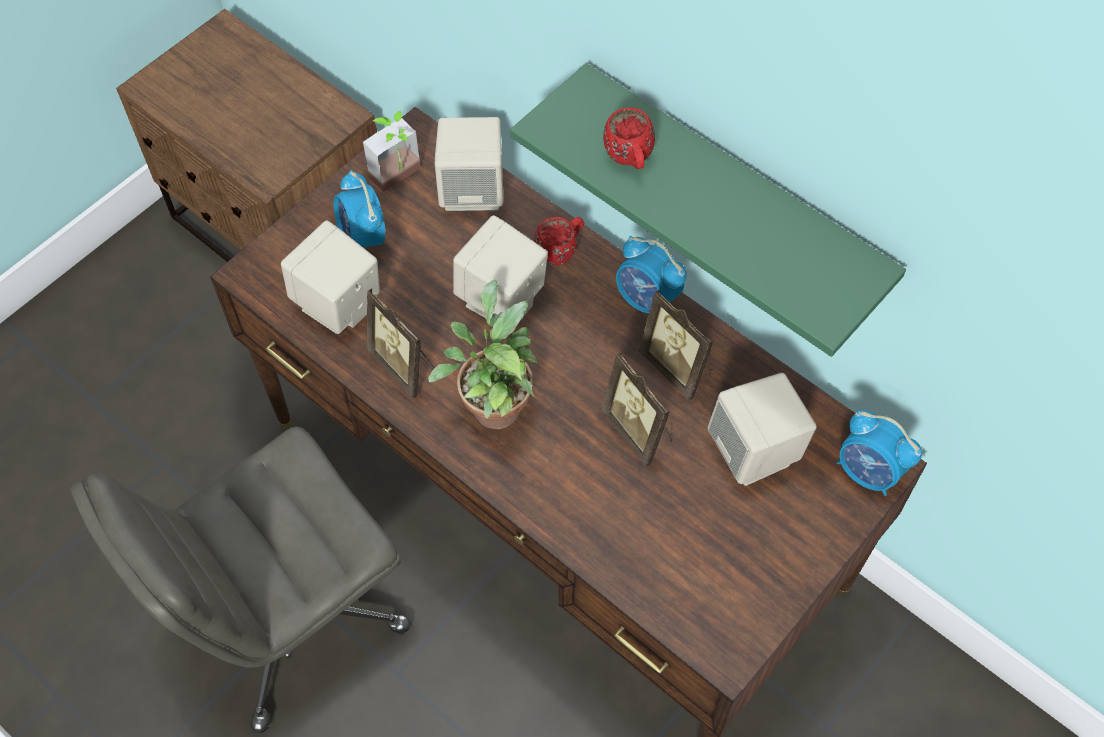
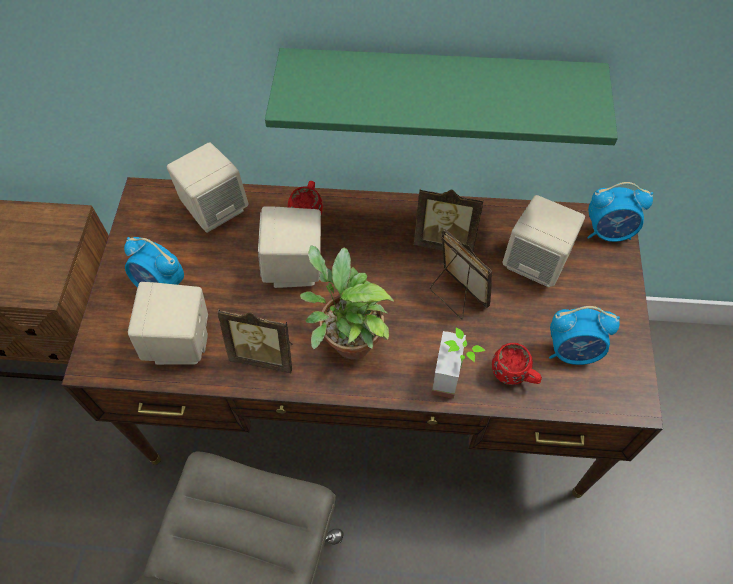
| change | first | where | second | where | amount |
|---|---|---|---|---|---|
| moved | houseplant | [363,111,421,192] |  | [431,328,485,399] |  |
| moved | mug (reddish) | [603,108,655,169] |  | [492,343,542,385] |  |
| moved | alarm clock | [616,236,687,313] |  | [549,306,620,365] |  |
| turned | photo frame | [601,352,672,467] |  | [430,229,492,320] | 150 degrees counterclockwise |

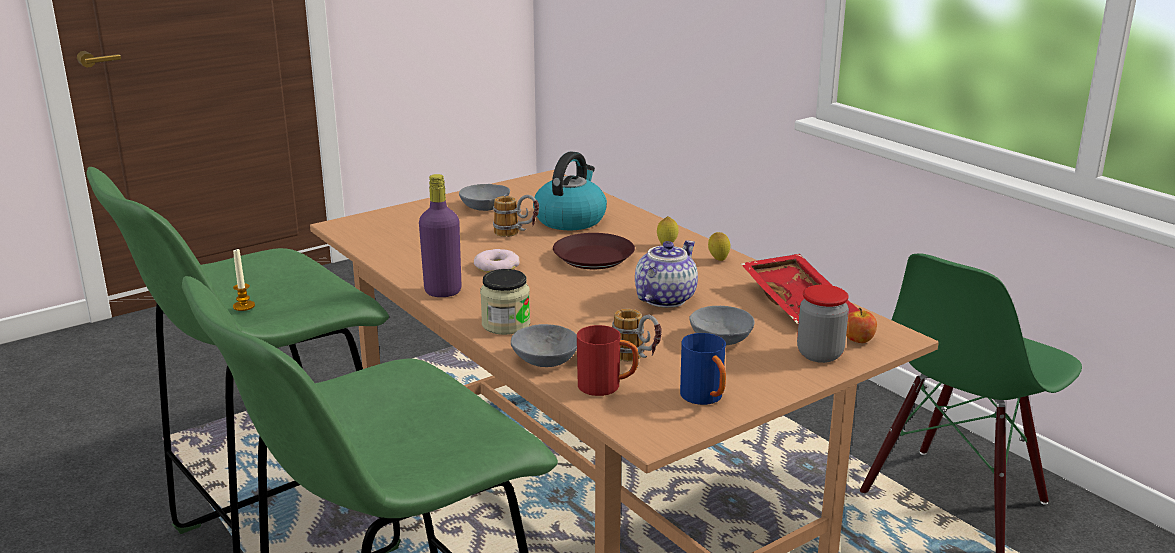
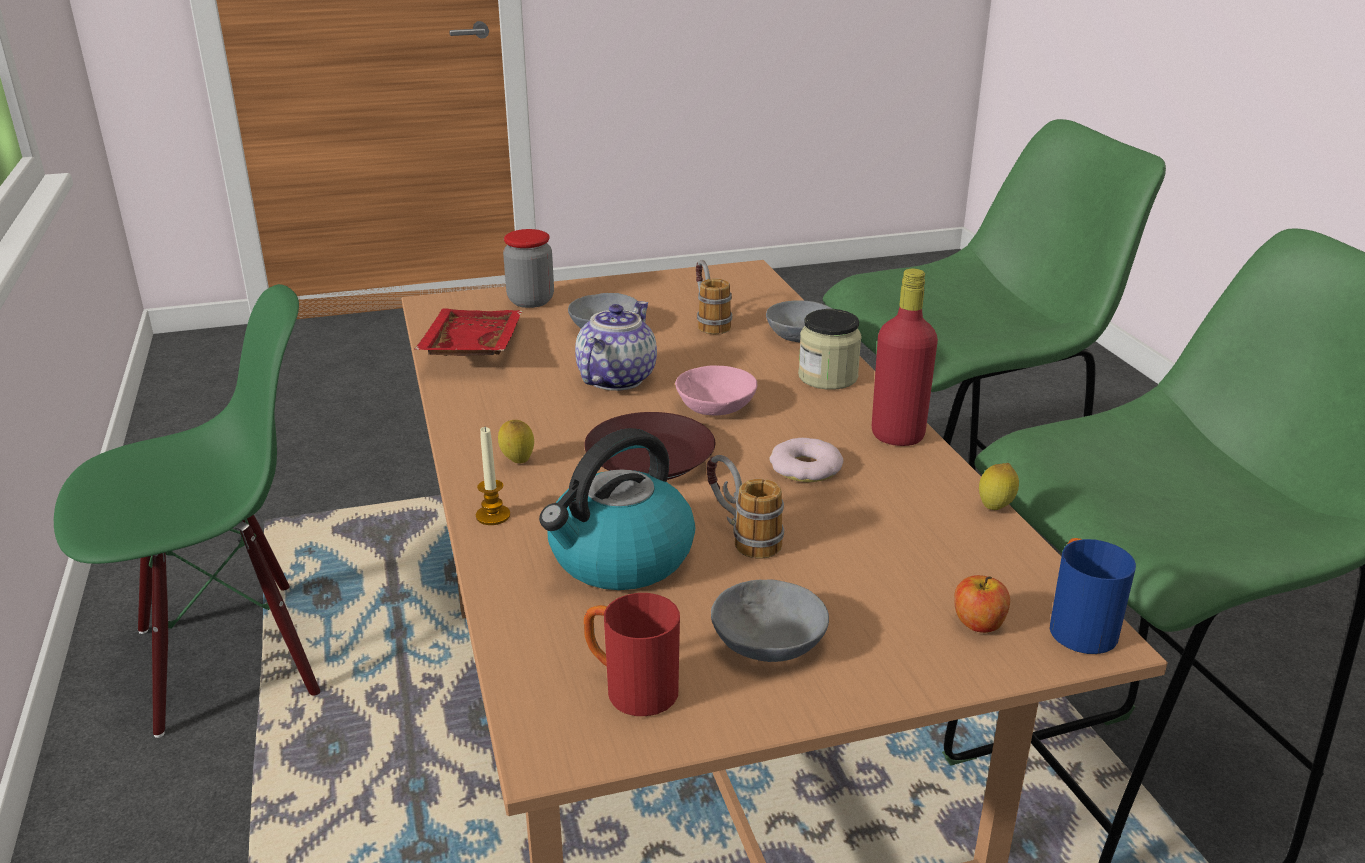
| change | first | where | second | where | amount |
|---|---|---|---|---|---|
| added |  |  | deep dish (pink-coloured) | [675,365,757,416] |  |
| moved | candle | [233,249,255,311] |  | [476,427,510,525] |  |
| moved | mug (reddish) | [577,325,639,396] |  | [584,593,680,716] |  |
| moved | mug (bluish) | [680,333,726,405] |  | [1050,538,1136,654] |  |
| moved | lemon | [708,232,730,261] |  | [979,463,1019,510] |  |
| moved | apple | [846,307,877,343] |  | [954,575,1010,633] |  |
| recoloured | bottle (purple-coloured) | [419,174,461,297] | bottle (reddish) | [872,269,938,446] |  |
| turned | teapot | [635,241,698,308] |  | [575,301,657,391] | 150 degrees clockwise |

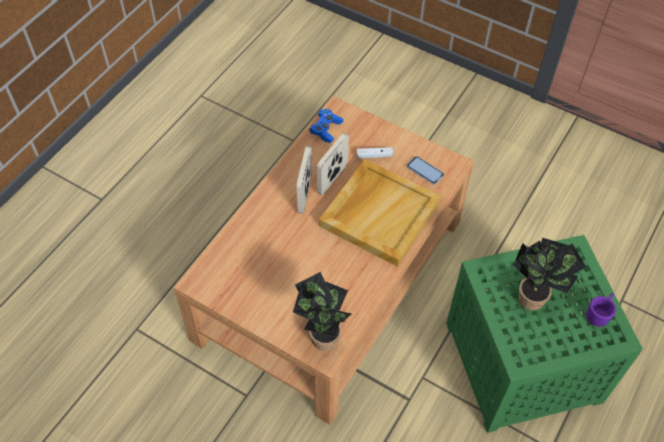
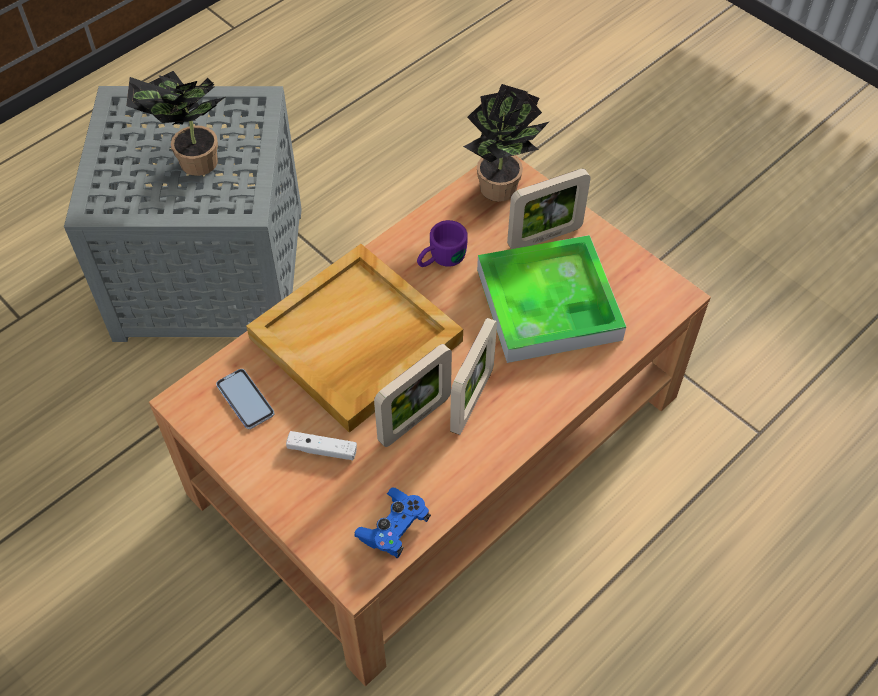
| change | first | where | second | where | amount |
|---|---|---|---|---|---|
| added |  |  | serving tray | [477,235,626,363] |  |
| added |  |  | photo frame | [507,169,591,249] |  |
| moved | mug (purple-coloured) | [586,293,616,327] |  | [417,220,468,267] |  |
| recoloured | accent table (green-coloured) | [446,235,643,433] | accent table (gray) | [64,86,302,342] |  |

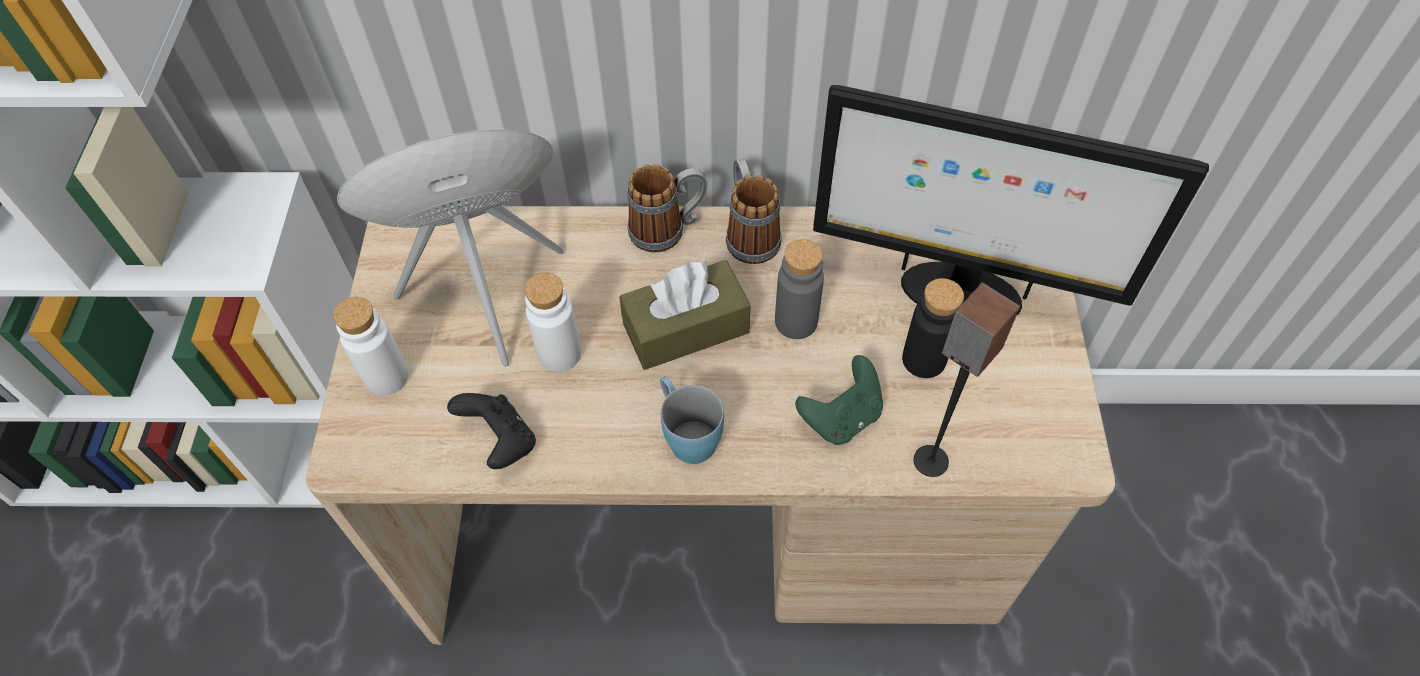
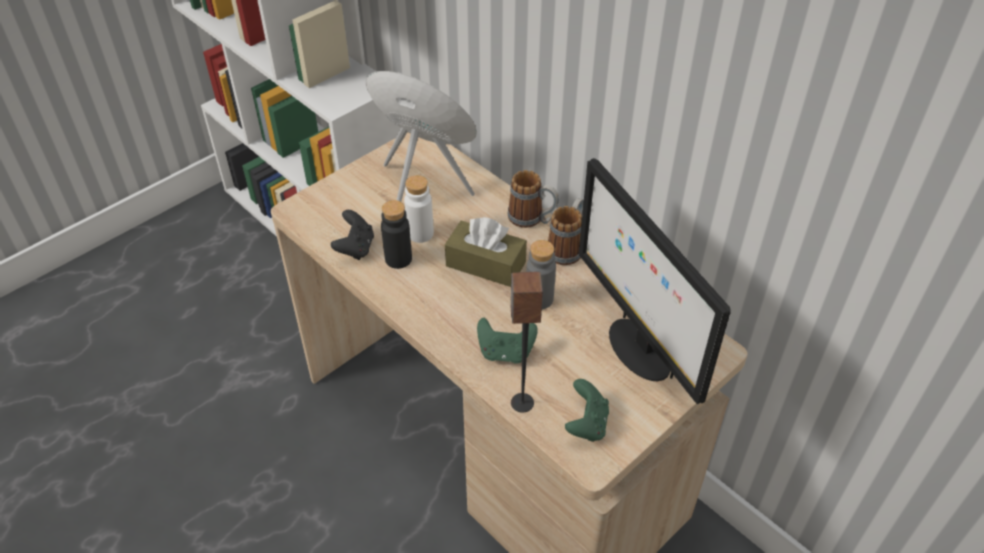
| change | first | where | second | where | amount |
|---|---|---|---|---|---|
| removed | bottle (white) | [333,297,409,396] |  |  |  |
| removed | mug (bluish) | [660,376,724,464] |  |  |  |
| added |  |  | gamepad (green-coloured) | [565,379,609,442] |  |
| moved | bottle (black-coloured) | [902,278,964,378] |  | [381,200,412,269] |  |

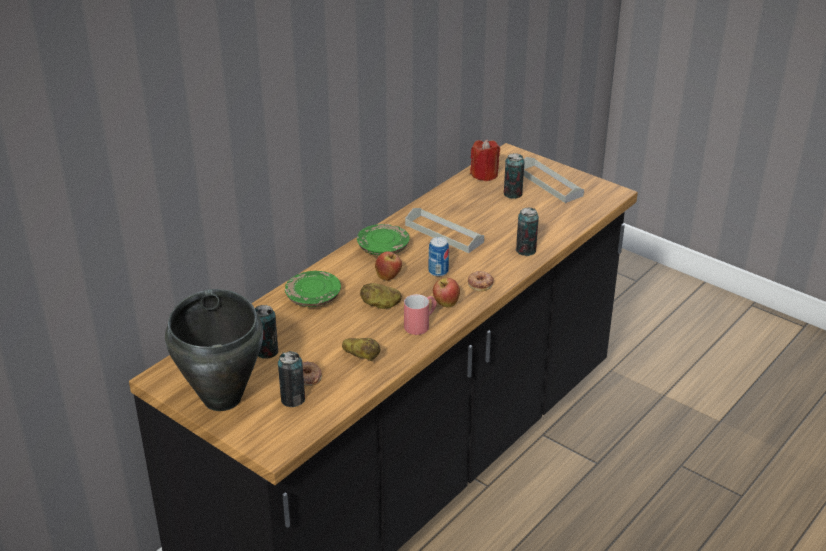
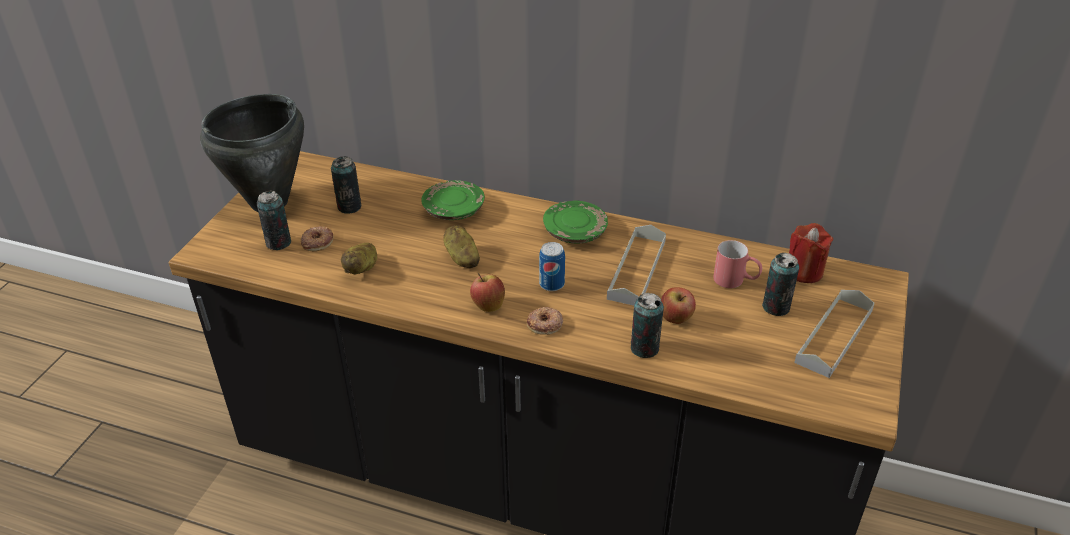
| change | first | where | second | where | amount |
|---|---|---|---|---|---|
| moved | apple | [375,251,402,281] |  | [661,287,696,324] |  |
| moved | mug (reddish) | [404,294,437,335] |  | [713,240,762,288] |  |

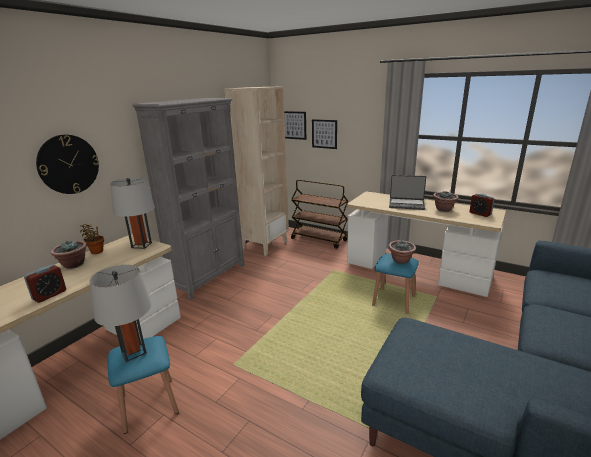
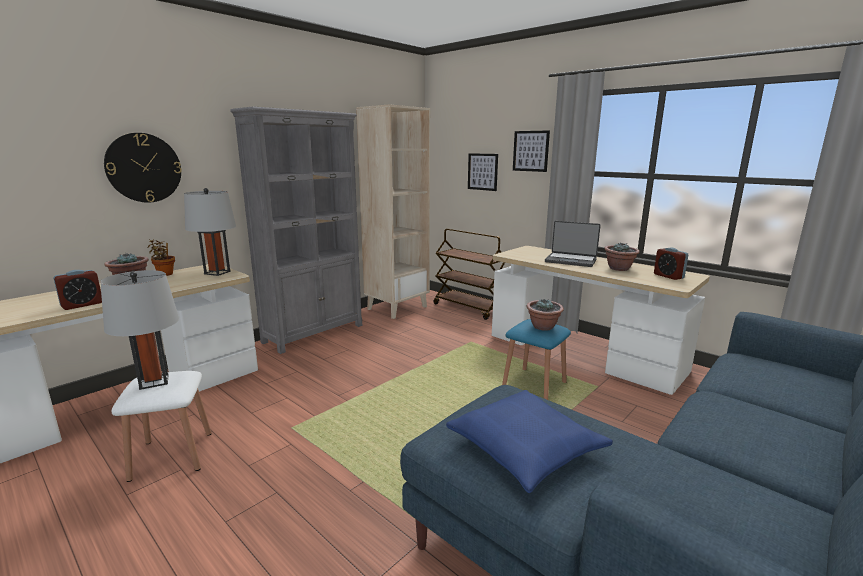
| change | first | where | second | where | amount |
|---|---|---|---|---|---|
| added |  |  | cushion (bluish) | [446,390,613,493] |  |
| moved | wall picture | [284,111,306,140] |  | [513,130,550,172] |  |
| recoloured | stool (bluish) | [108,336,179,434] | stool (white) | [111,371,211,482] |  |

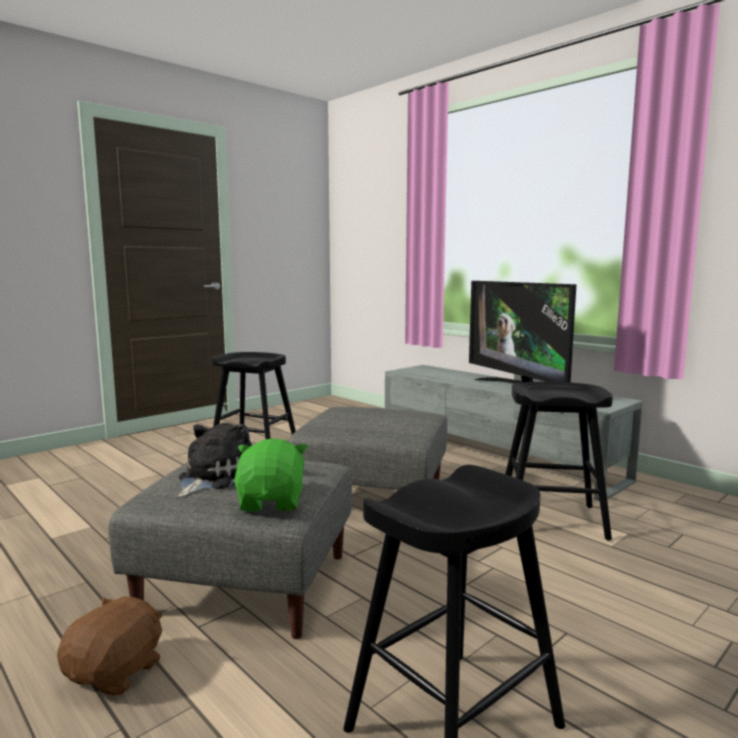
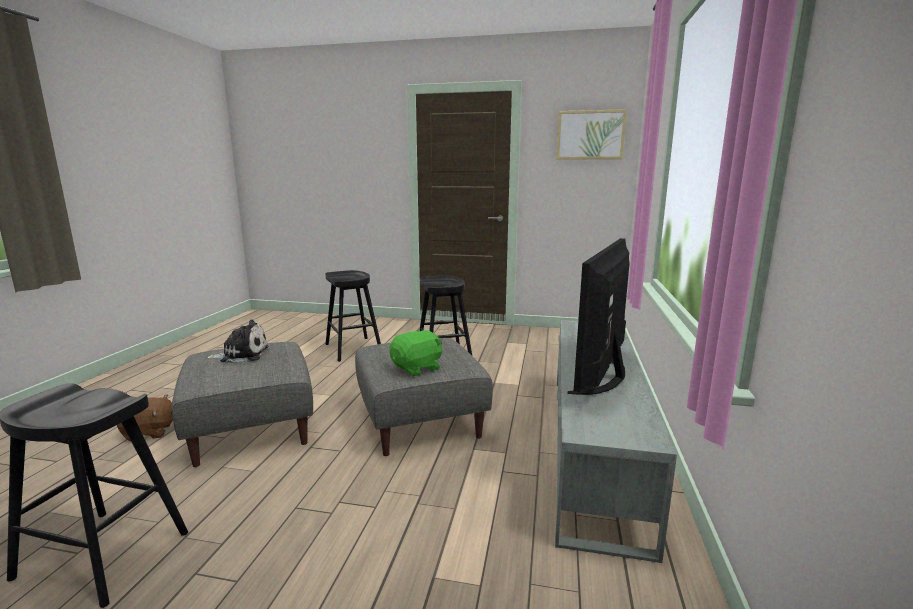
| change | first | where | second | where | amount |
|---|---|---|---|---|---|
| added |  |  | wall picture | [556,109,627,160] |  |
| moved | soft toy (green-coloured) | [234,438,308,512] |  | [389,330,442,376] |  |
| moved | stool (black-coloured) | [505,381,613,541] |  | [325,270,381,362] |  |

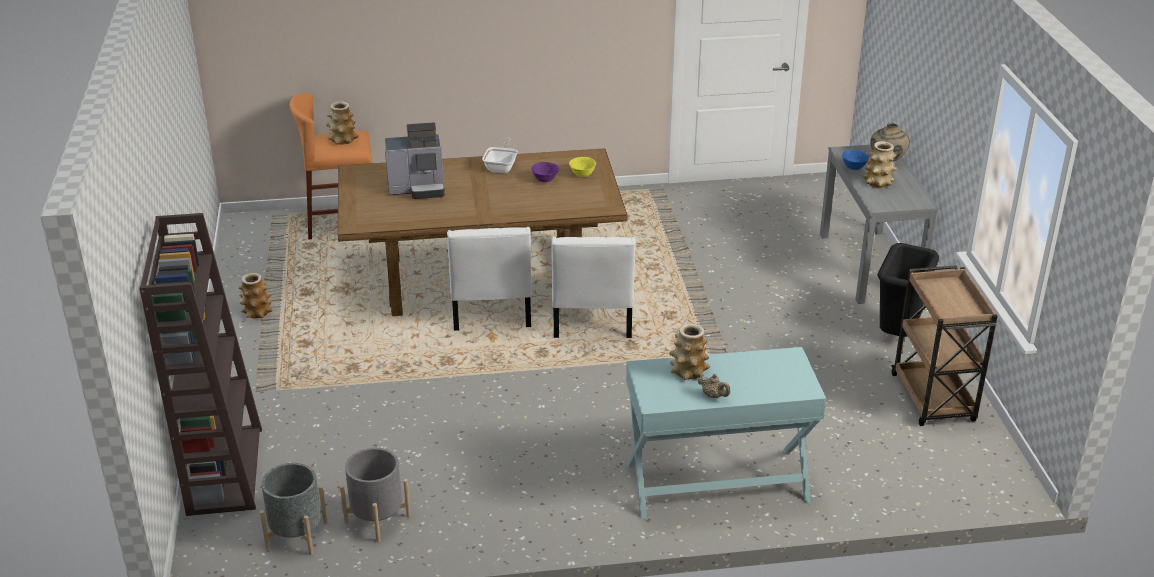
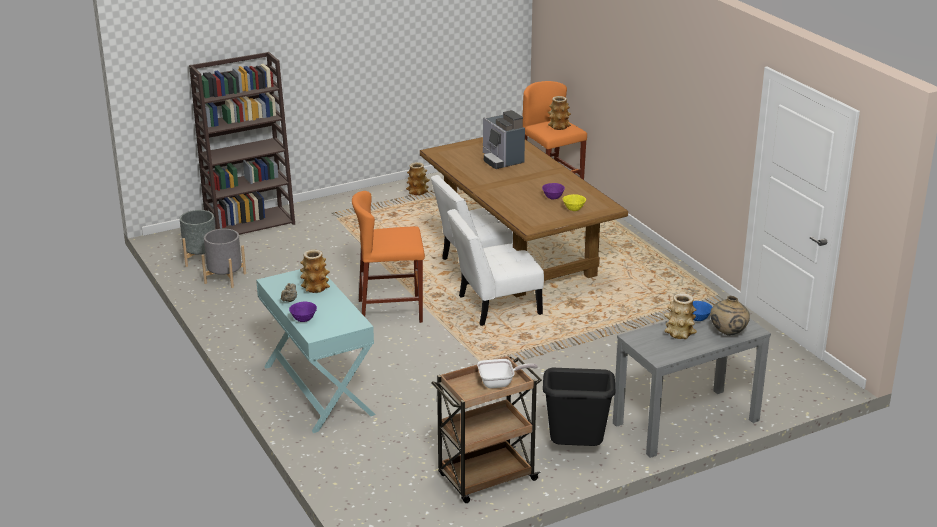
| change | first | where | second | where | amount |
|---|---|---|---|---|---|
| added |  |  | deep dish (purple-coloured) | [289,302,317,322] |  |
| added |  |  | stool (orangey) | [352,191,425,323] |  |
| moved | frying pan | [482,138,518,173] |  | [477,359,538,388] |  |

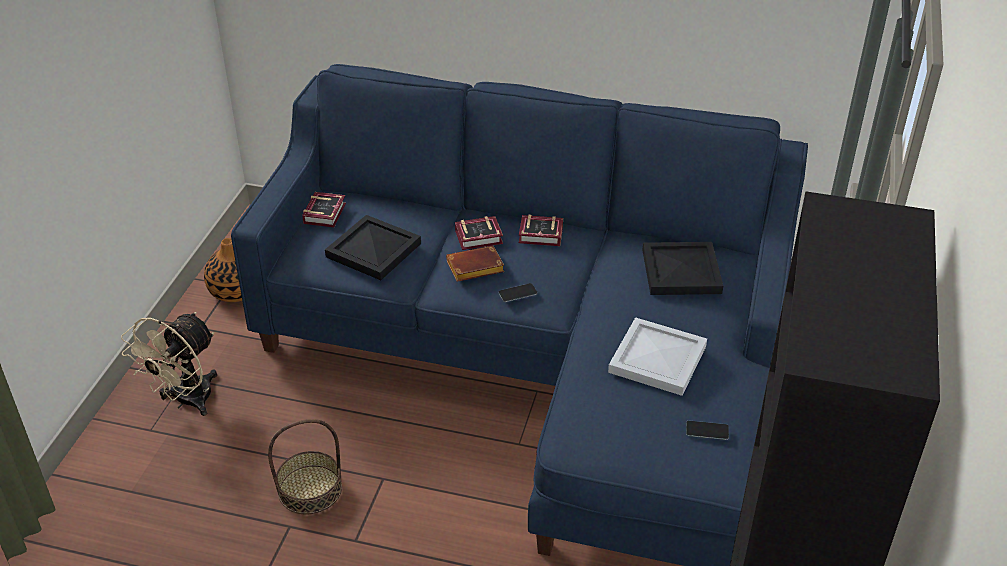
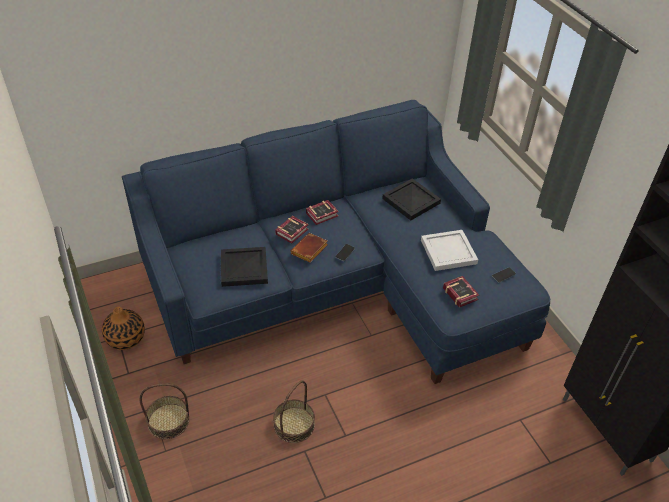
| change | first | where | second | where | amount |
|---|---|---|---|---|---|
| moved | book | [302,192,346,227] |  | [443,276,479,308] |  |
| replaced | electric fan (sand-coloured) | [121,312,217,416] | basket | [139,383,190,439] |  |

